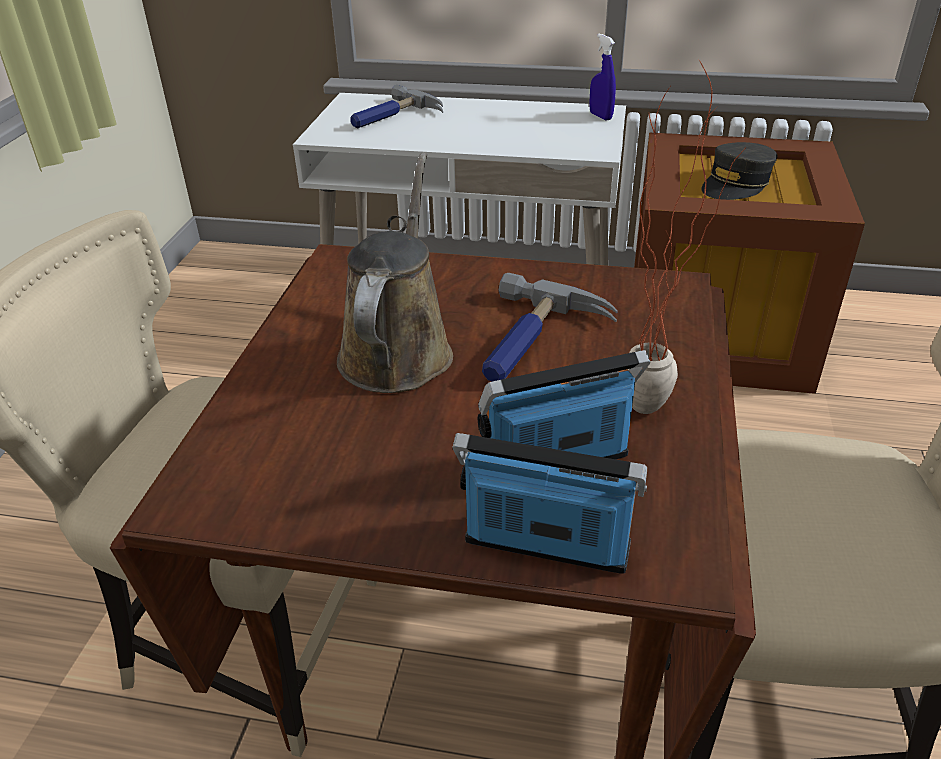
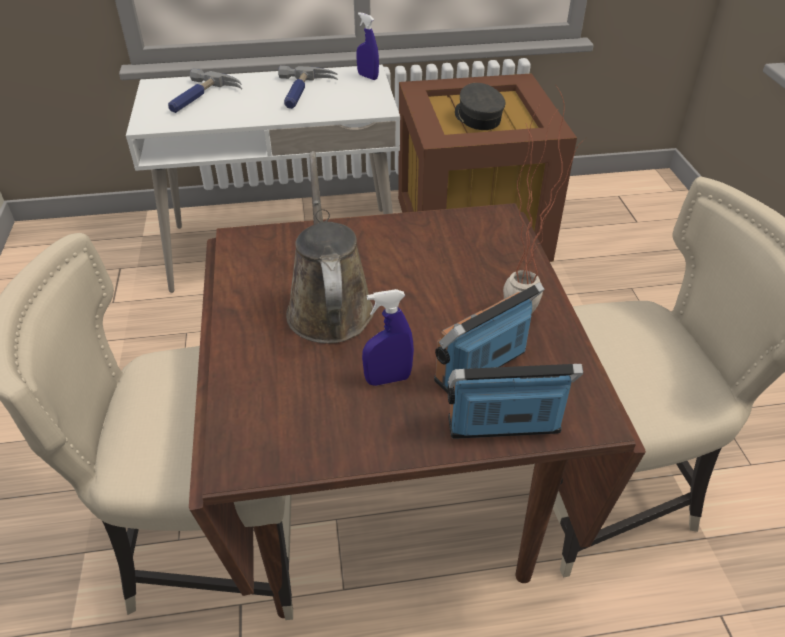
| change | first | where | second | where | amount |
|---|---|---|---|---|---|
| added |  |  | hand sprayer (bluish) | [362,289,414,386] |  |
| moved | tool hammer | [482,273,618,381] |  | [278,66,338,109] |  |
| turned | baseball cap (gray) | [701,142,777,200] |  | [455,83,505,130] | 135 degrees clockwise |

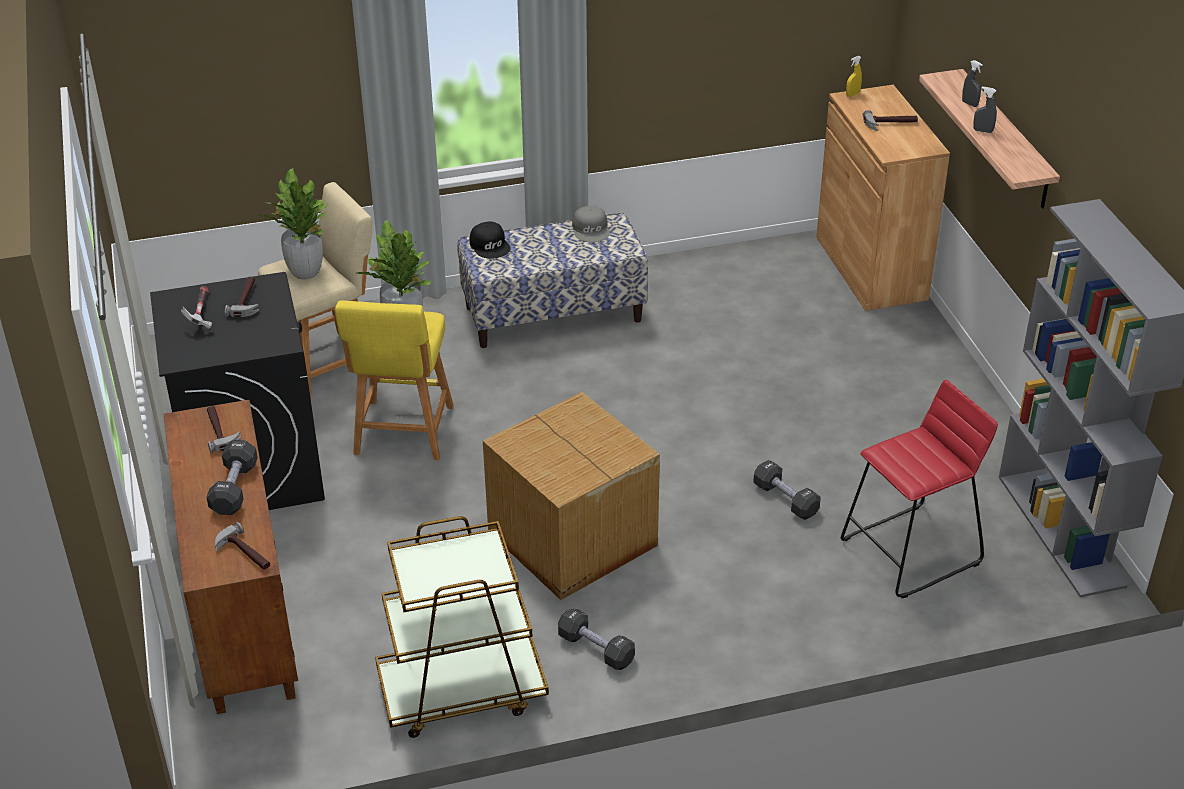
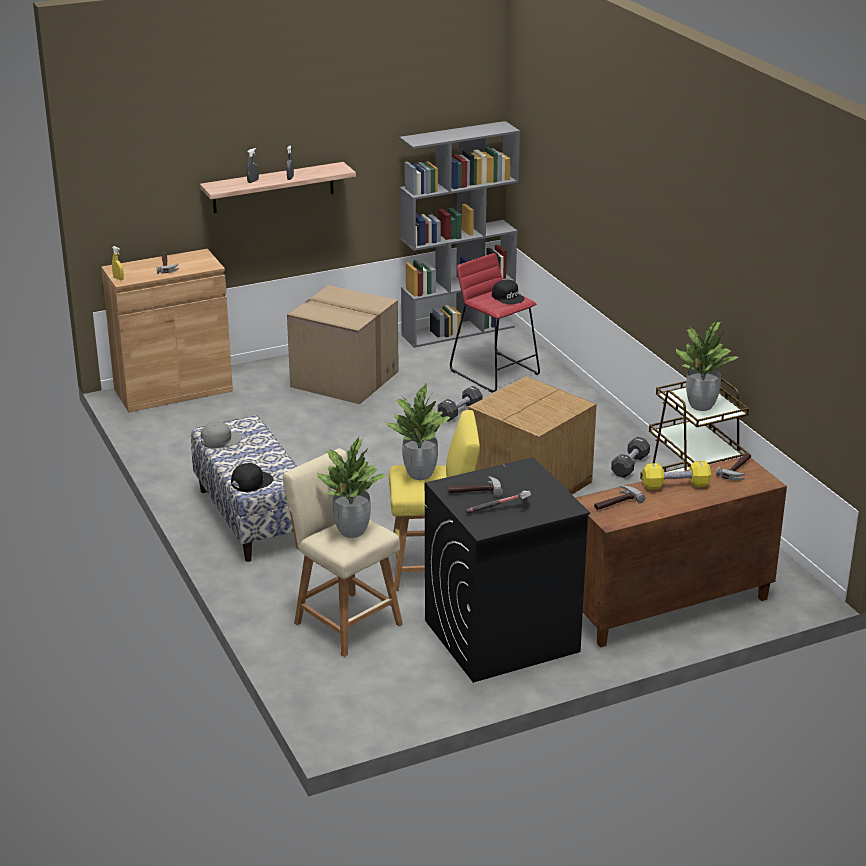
| change | first | where | second | where | amount |
|---|---|---|---|---|---|
| added |  |  | cardboard box | [287,285,399,404] |  |
| added |  |  | baseball cap (black-coloured) | [492,280,524,304] |  |
| added |  |  | houseplant | [676,319,738,411] |  |
| recoloured | hand weight (black-coloured) | [206,440,258,515] | hand weight (yellow) | [642,461,711,490] |  |

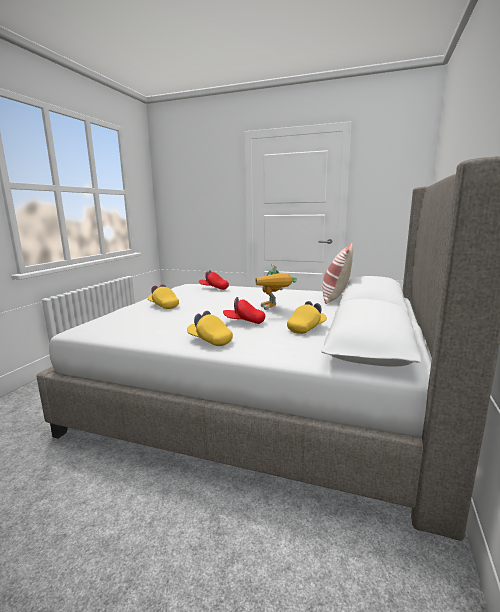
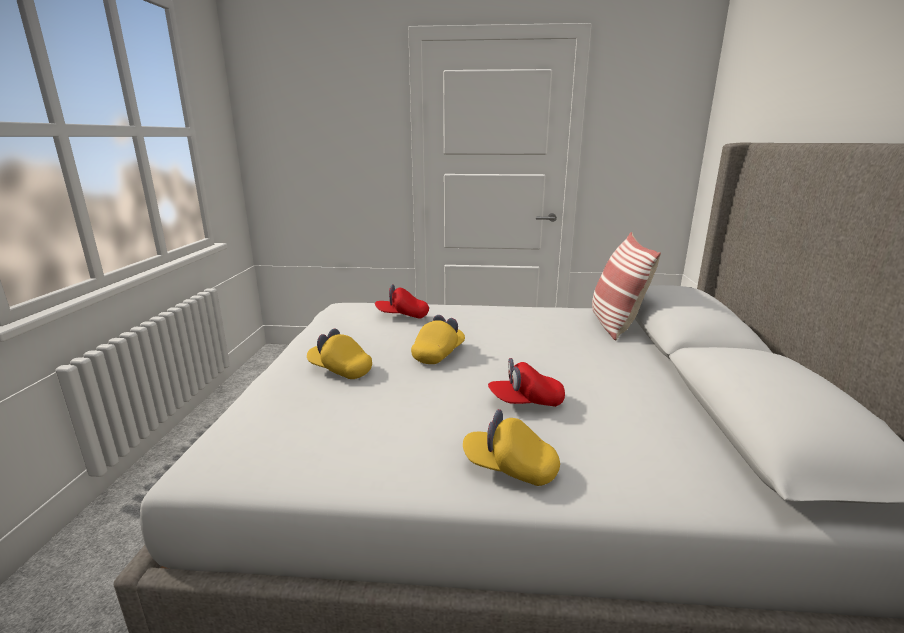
| change | first | where | second | where | amount |
|---|---|---|---|---|---|
| removed | toy robot | [256,264,297,310] |  |  |  |
| moved | baseball cap (yellow) | [287,301,327,334] |  | [411,315,465,364] |  |

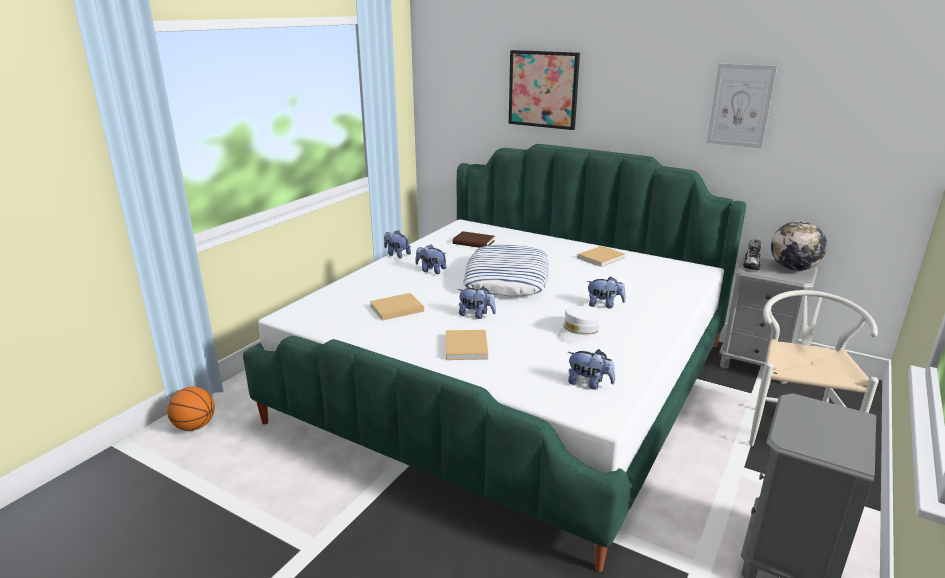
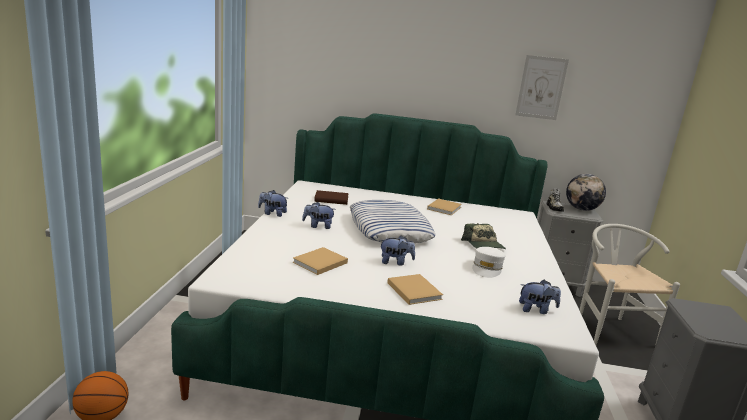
| change | first | where | second | where | amount |
|---|---|---|---|---|---|
| removed | wall picture | [509,50,580,130] |  |  |  |
| replaced | soft toy | [586,276,626,308] | baseball cap | [461,223,506,249] |  |

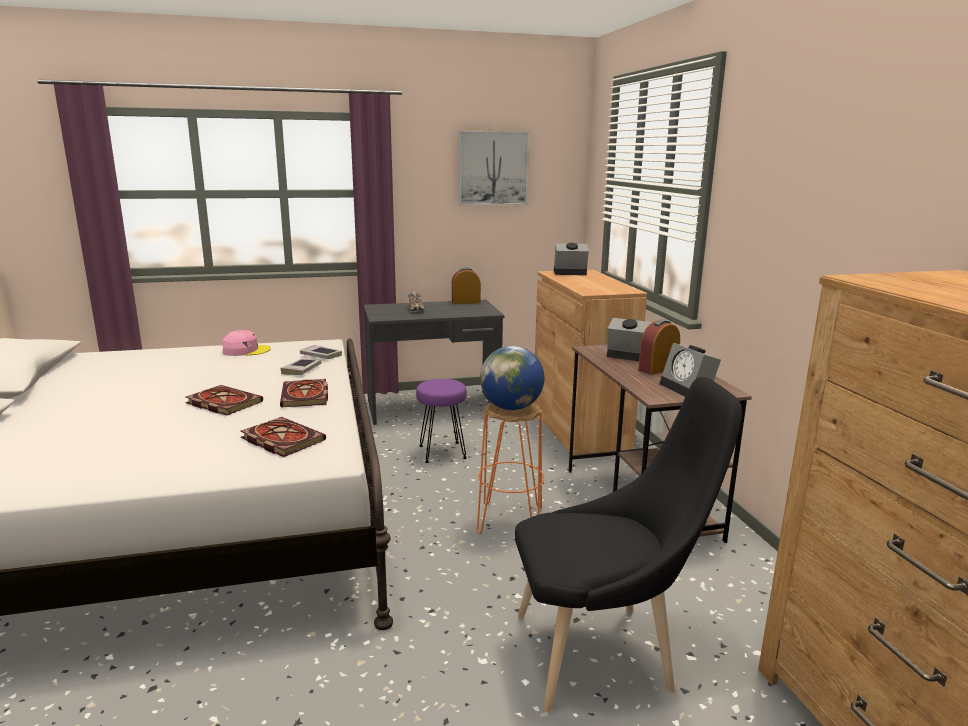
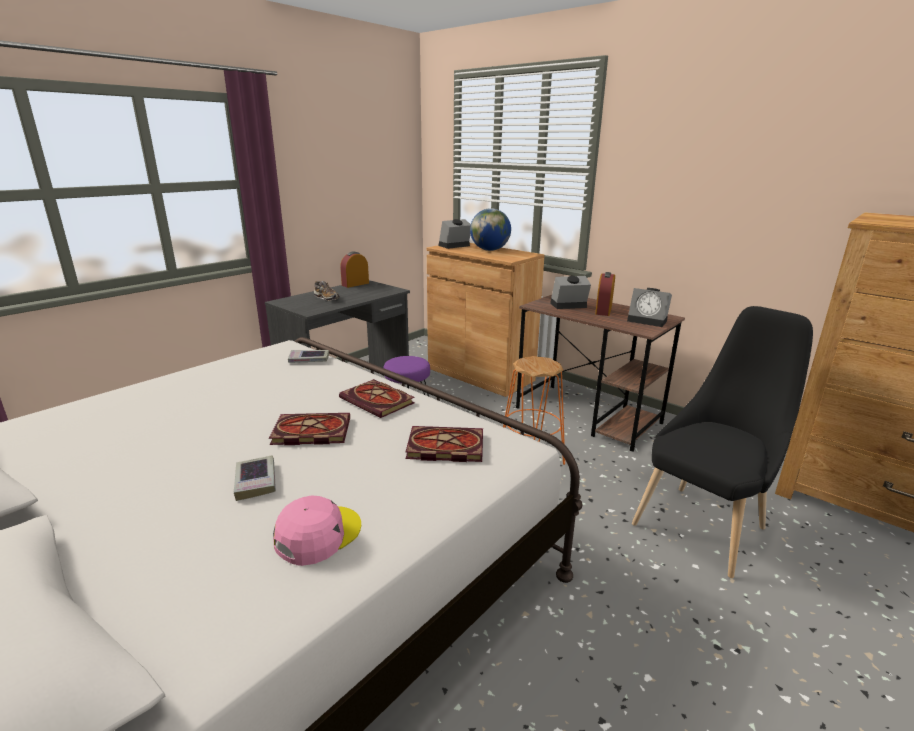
| change | first | where | second | where | amount |
|---|---|---|---|---|---|
| removed | wall picture | [459,131,530,205] |  |  |  |
| moved | baseball cap (pink-coloured) | [222,330,271,356] |  | [273,495,361,566] |  |
| moved | book | [281,359,322,375] |  | [234,455,276,501] |  |
| moved | globe | [480,346,544,410] |  | [470,208,511,251] |  |

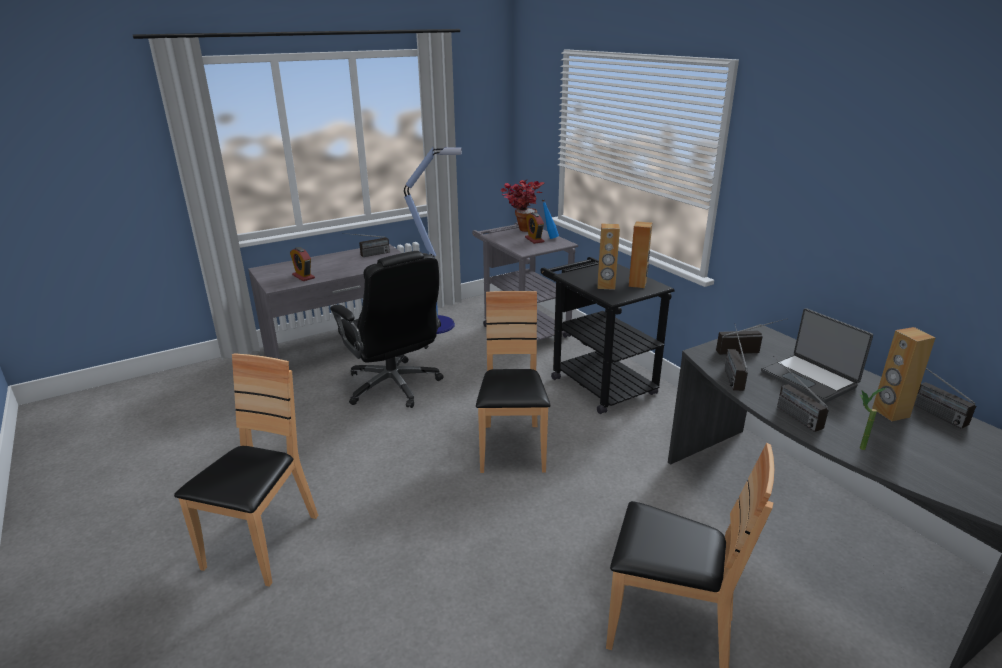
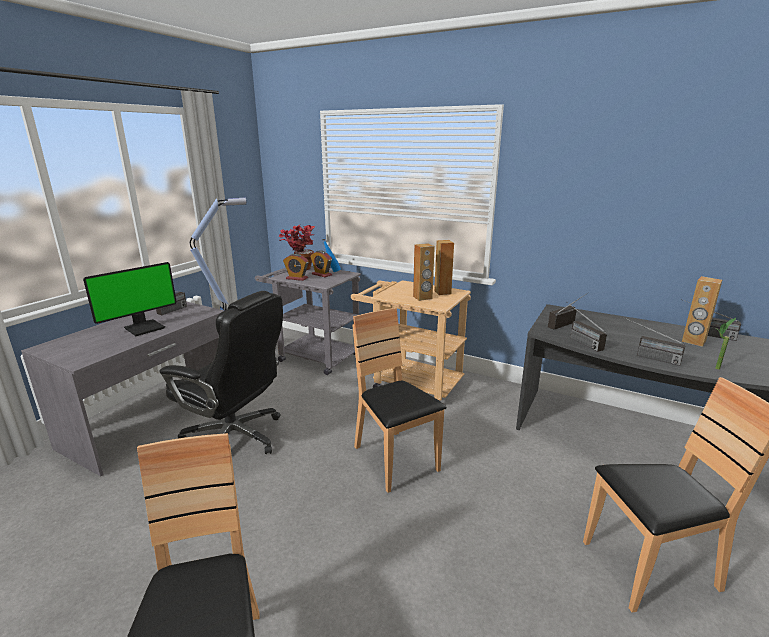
| change | first | where | second | where | amount |
|---|---|---|---|---|---|
| removed | laptop | [761,308,873,403] |  |  |  |
| added |  |  | computer screen | [83,262,177,336] |  |
| moved | alarm clock | [290,247,315,281] |  | [283,254,309,281] |  |
| recoloured | wheeled cart (black-coloured) | [541,257,675,414] | wheeled cart (sand-coloured) | [351,280,471,401] |  |

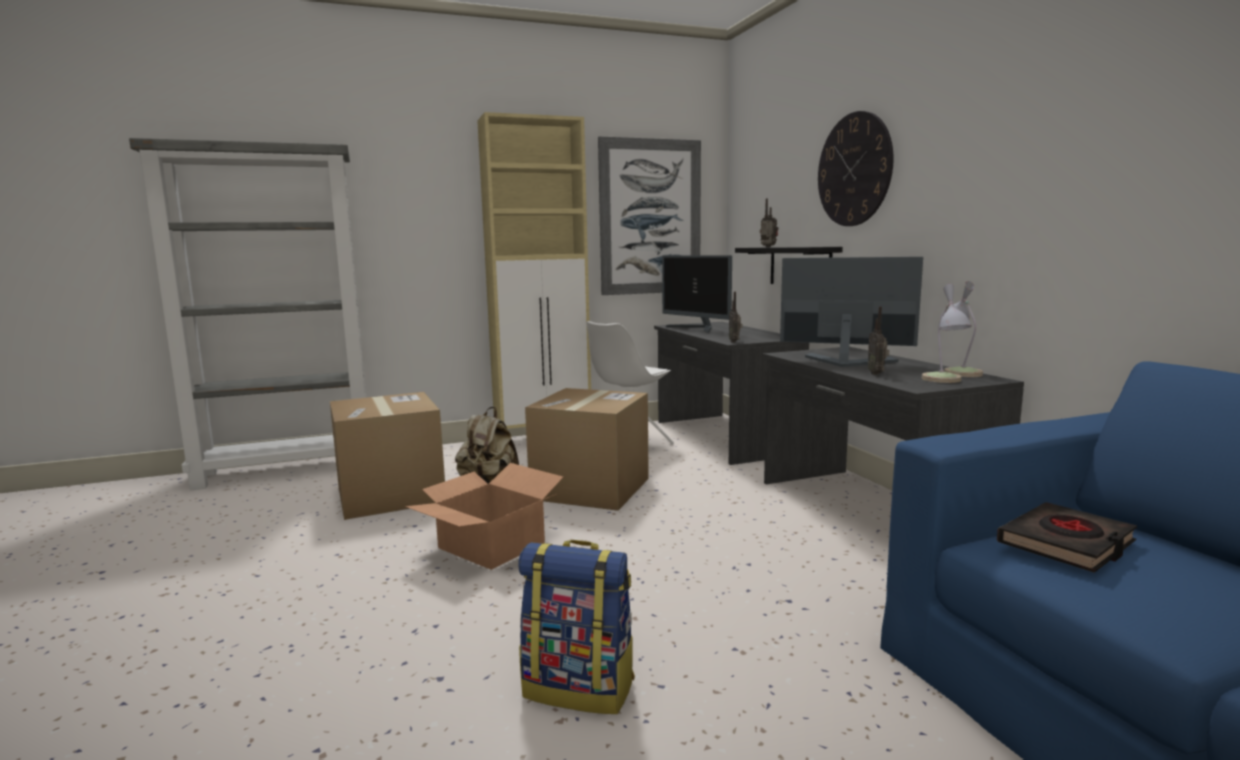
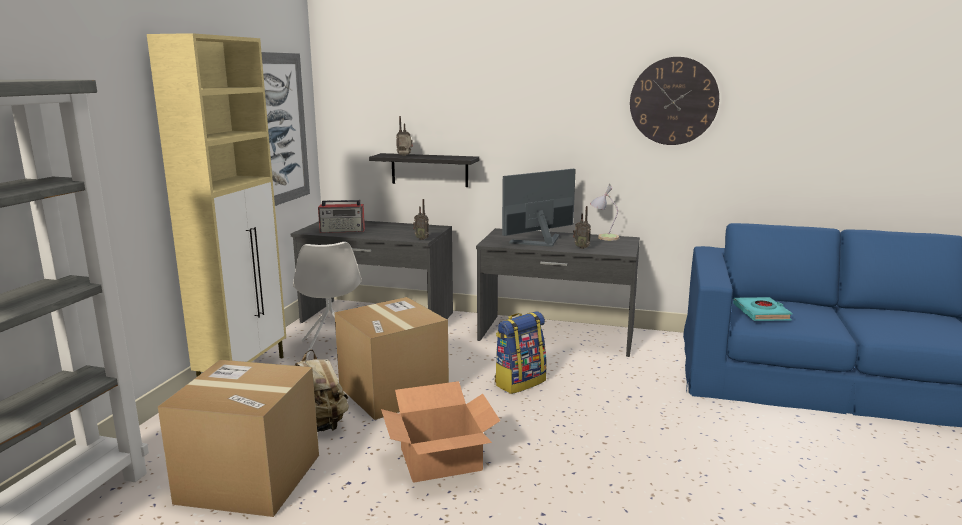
| change | first | where | second | where | amount |
|---|---|---|---|---|---|
| removed | lamp for a table | [921,283,972,383] |  |  |  |
| moved | rucksack | [518,540,635,714] |  | [495,311,546,394] |  |
| moved | clock on the wall | [818,111,893,226] |  | [630,57,719,145] |  |
| replaced | computer screen | [662,255,732,333] | radio set | [318,200,365,233] |  |
| recoloured | book (black-coloured) | [997,502,1137,573] | book (blue-green) | [733,297,793,321] |  |

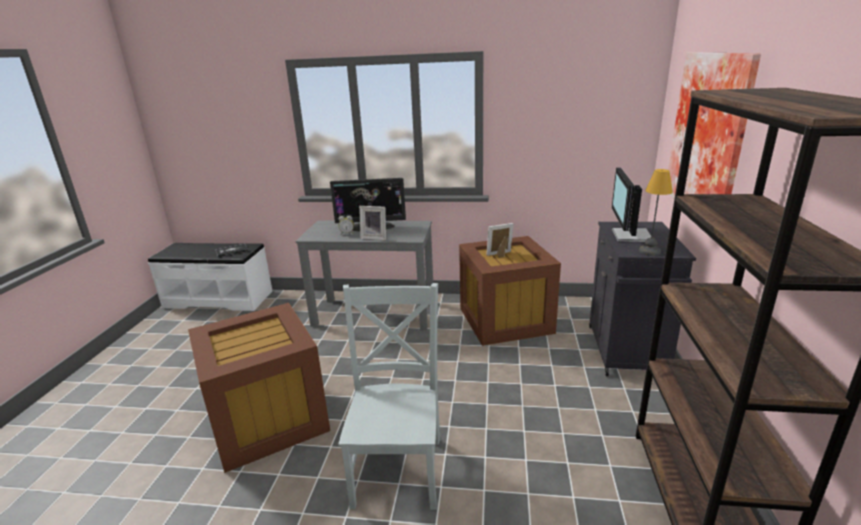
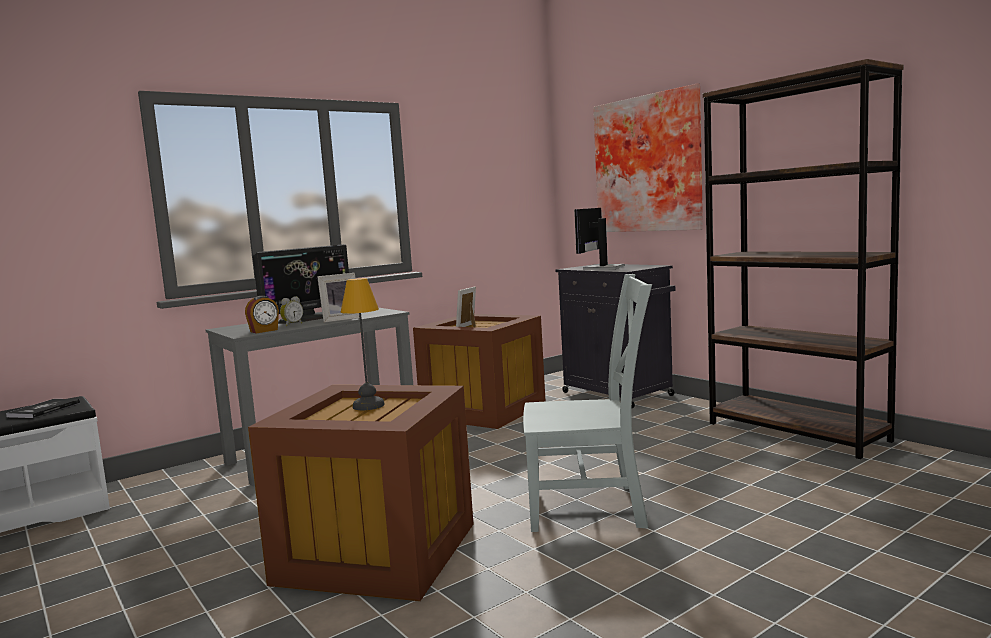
| change | first | where | second | where | amount |
|---|---|---|---|---|---|
| added |  |  | alarm clock | [245,296,279,333] |  |
| moved | lamp for a table | [639,169,673,256] |  | [341,278,385,410] |  |
| turned | chair (gray) | [338,283,440,510] |  | [523,274,652,532] | 135 degrees clockwise |
| turned | computer screen | [612,168,651,242] |  | [574,208,624,270] | 60 degrees clockwise |

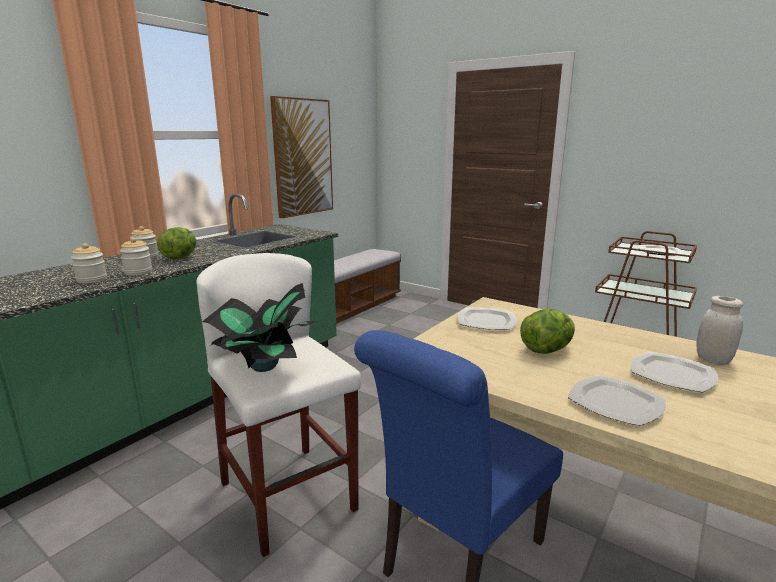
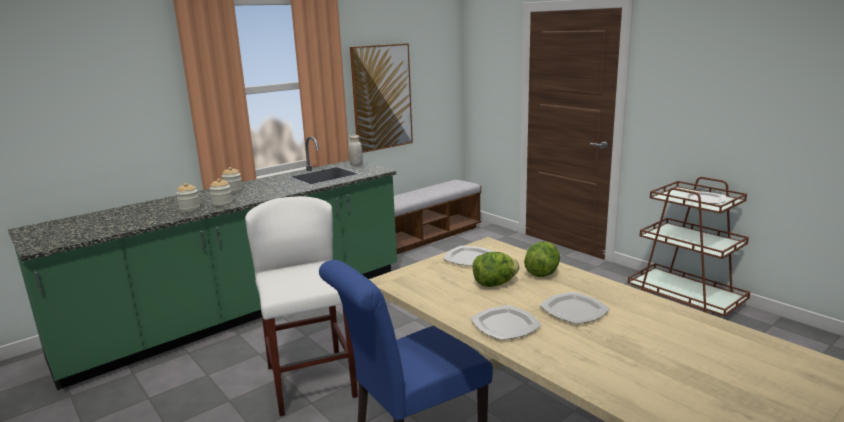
| change | first | where | second | where | amount |
|---|---|---|---|---|---|
| removed | houseplant | [202,283,317,372] |  |  |  |
| moved | head of lettuce | [157,227,196,259] |  | [524,241,560,277] |  |
| moved | preserve jar (white) | [696,296,743,365] |  | [348,135,363,166] |  |

